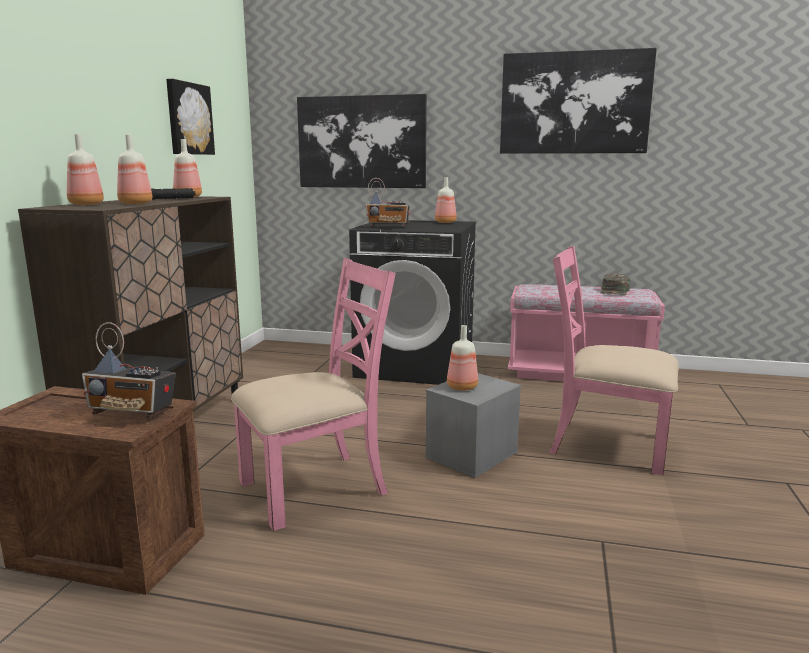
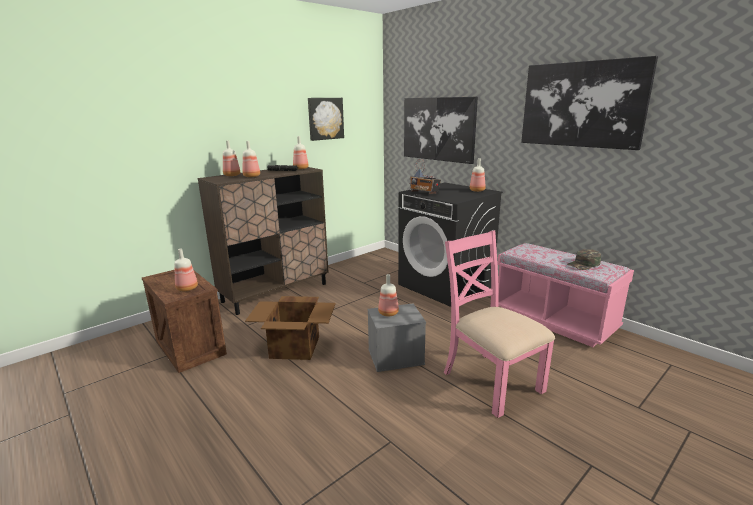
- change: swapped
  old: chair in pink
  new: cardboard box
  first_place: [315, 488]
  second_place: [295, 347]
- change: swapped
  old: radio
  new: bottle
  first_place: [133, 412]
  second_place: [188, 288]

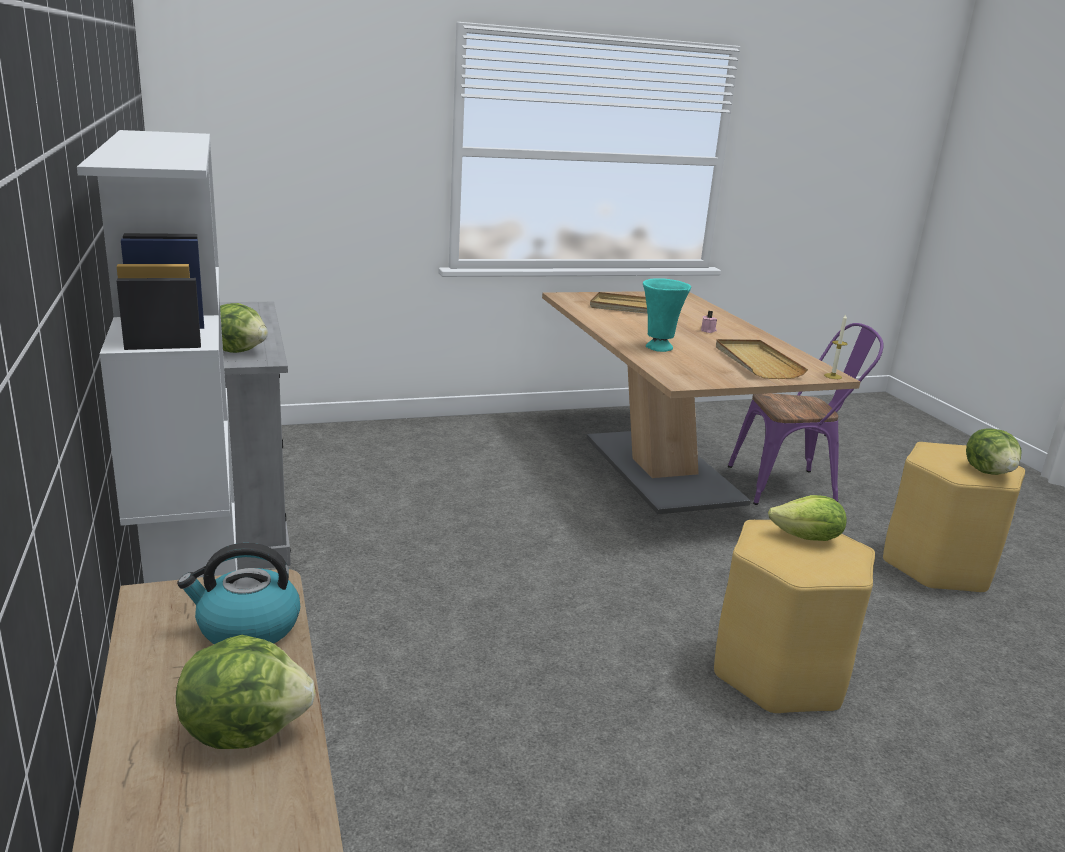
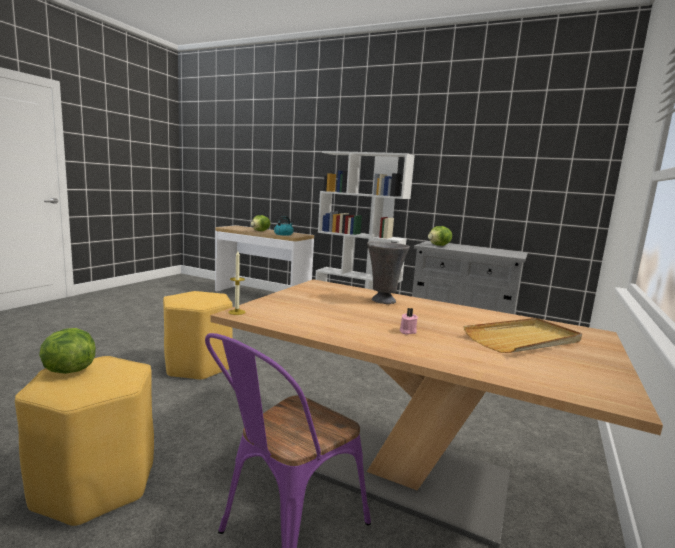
- change: repainted
  old: vase in turquoise
  new: vase in grey
  first_place: [659, 348]
  second_place: [383, 301]
- change: gone
  old: tray in beige
  first_place: [756, 362]
- change: gone
  old: lettuce
  first_place: [807, 539]

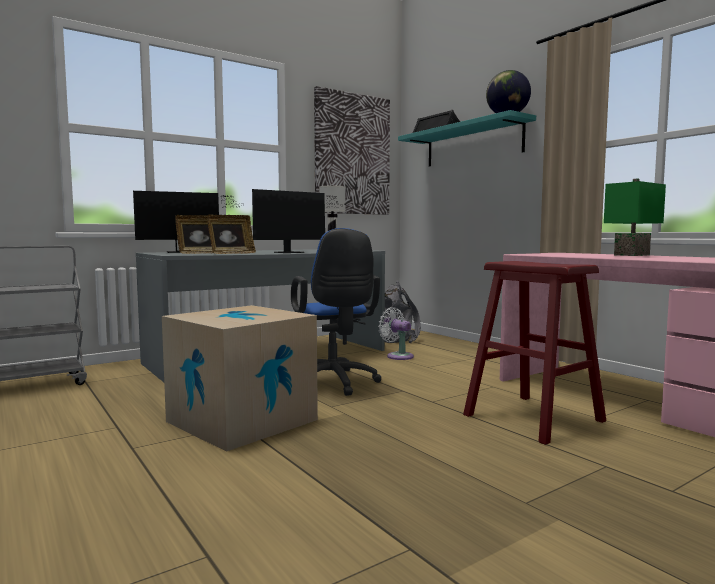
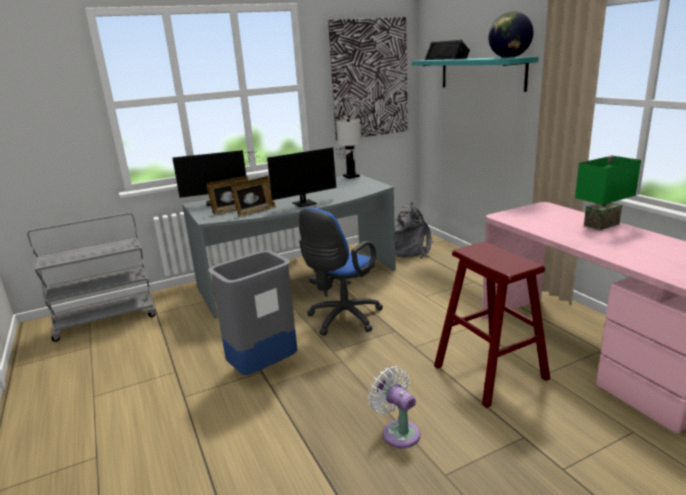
- change: rotated
  old: office chair in blue
  first_place: [334, 383]
  second_place: [342, 319]
  degrees: 45
- change: swapped
  old: cardboard box
  new: trash can in grey
  first_place: [242, 420]
  second_place: [263, 367]
- change: shifted
  old: fan in white
  first_place: [397, 356]
  second_place: [398, 431]

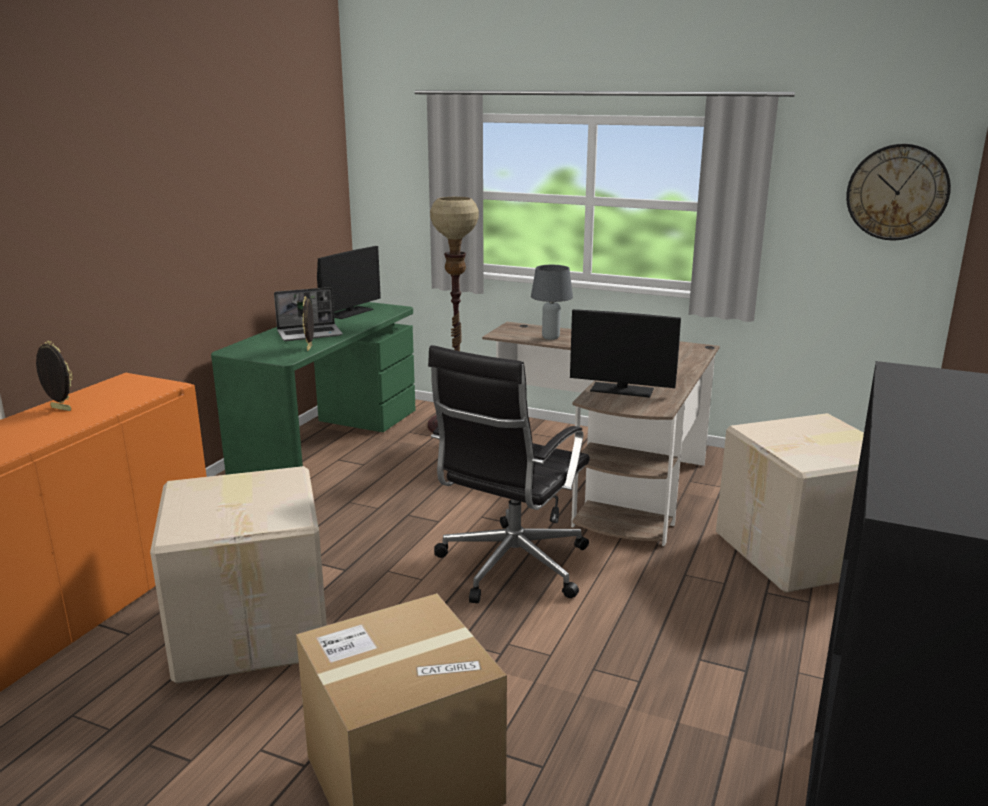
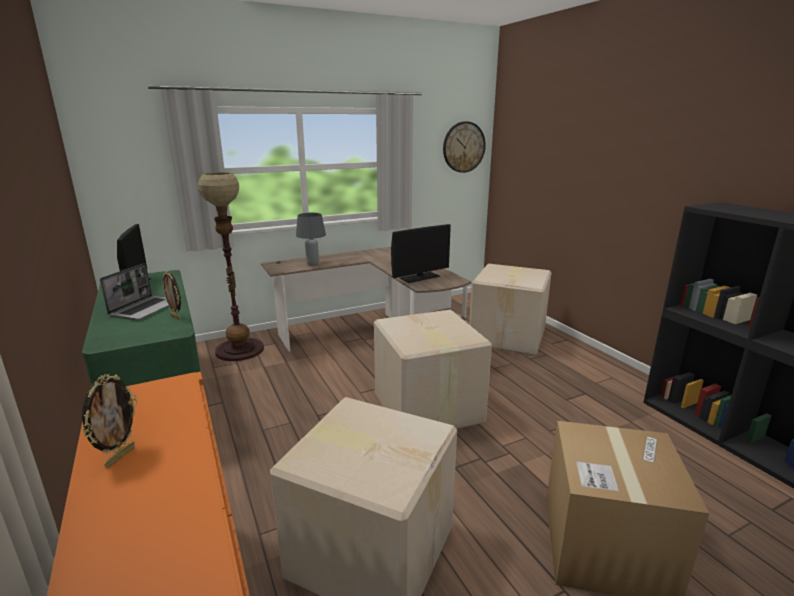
- change: rotated
  old: picture frame
  first_place: [60, 409]
  second_place: [119, 456]
  degrees: 135
- change: swapped
  old: office chair in black
  new: cardboard box
  first_place: [510, 567]
  second_place: [427, 409]

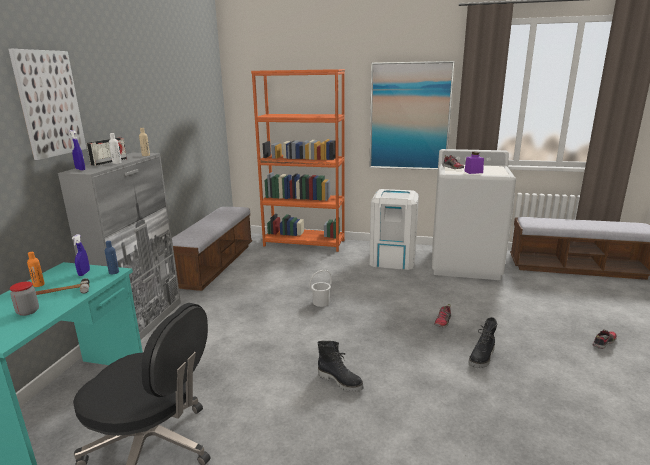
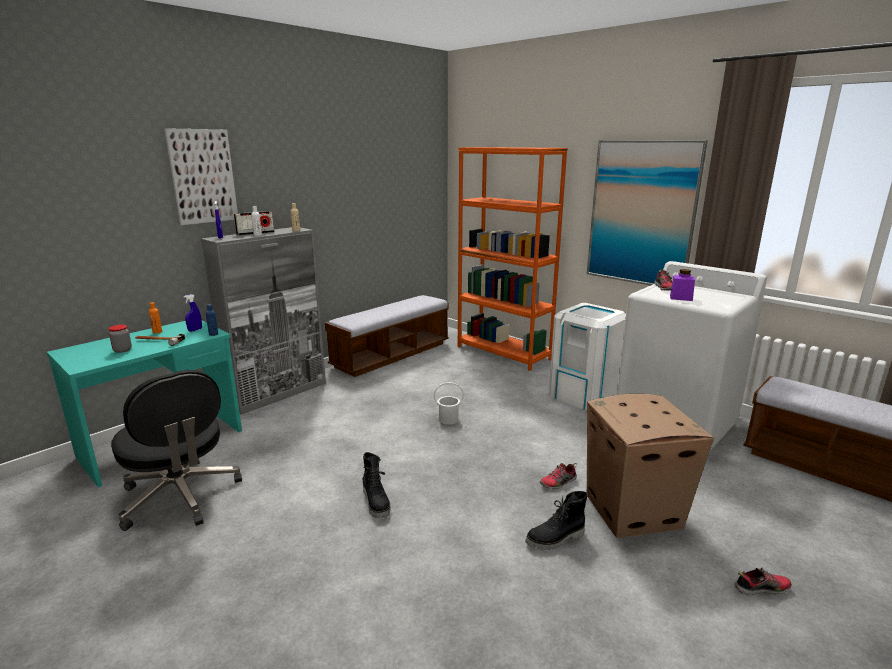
- change: new
  new: cardboard box
  second_place: [633, 511]

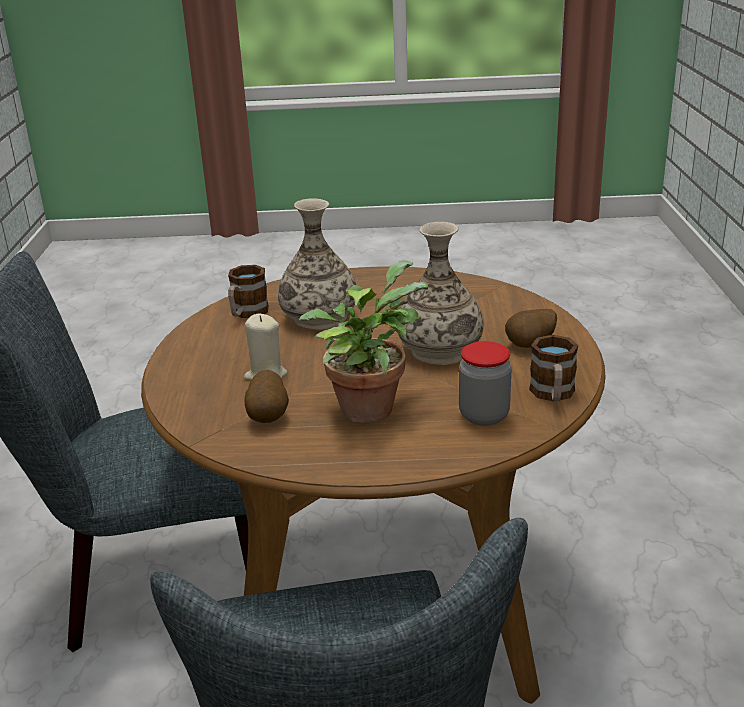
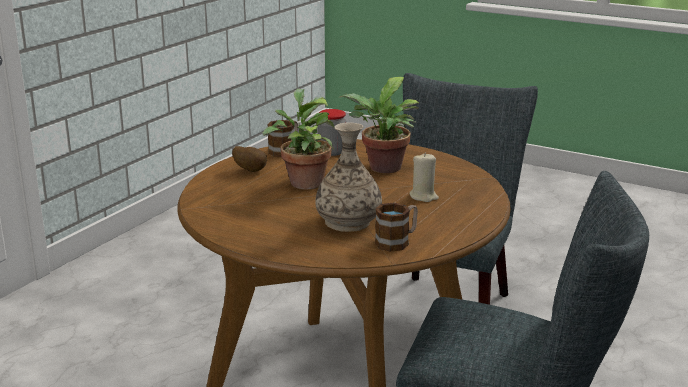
- change: swapped
  old: vase
  new: potted plant
  first_place: [440, 351]
  second_place: [304, 182]
- change: gone
  old: potato
  first_place: [269, 417]

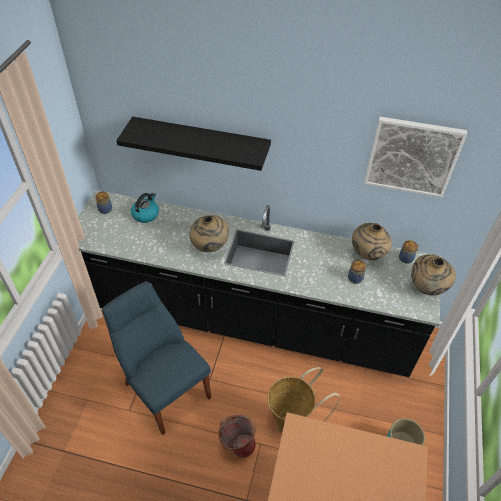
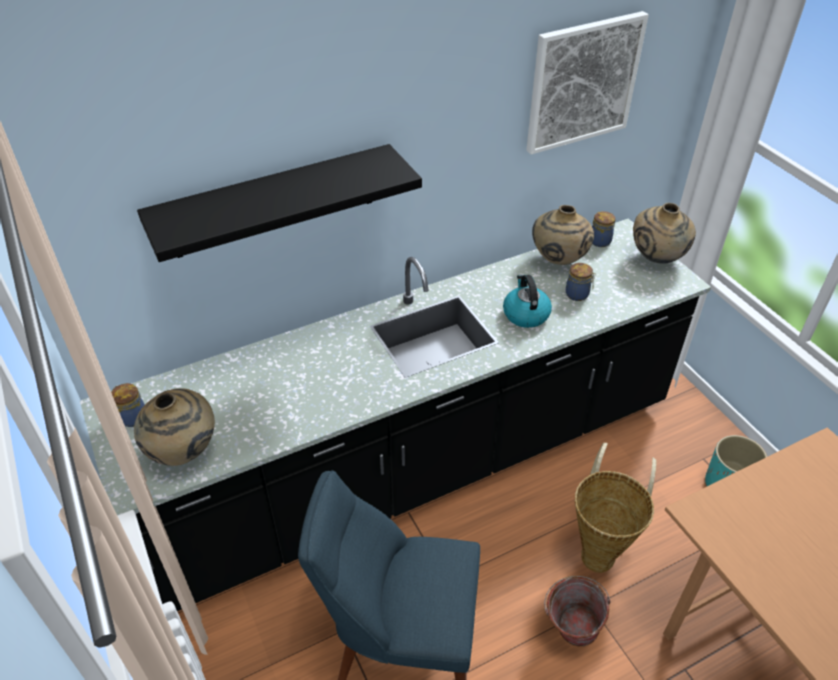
- change: shifted
  old: kettle
  first_place: [146, 214]
  second_place: [525, 314]
- change: shifted
  old: vase in beige
  first_place: [209, 248]
  second_place: [184, 454]

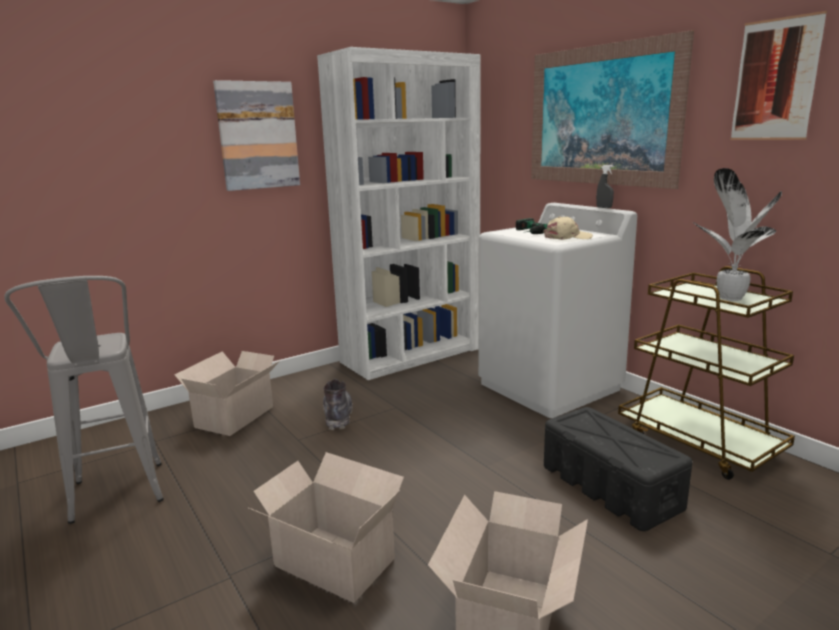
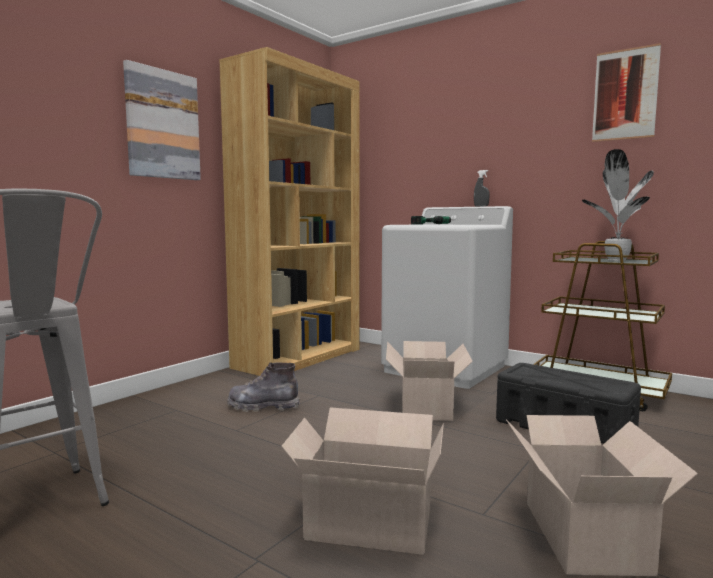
- change: gone
  old: picture
  first_place: [601, 116]
- change: repainted
  old: bookcase in white
  new: bookcase in brown
  first_place: [411, 355]
  second_place: [299, 358]
- change: gone
  old: cap in beige
  first_place: [567, 237]
- change: shifted
  old: cardboard box
  first_place: [237, 416]
  second_place: [426, 406]
- change: rotated
  old: boot in grey
  first_place: [337, 415]
  second_place: [263, 407]
  degrees: -60

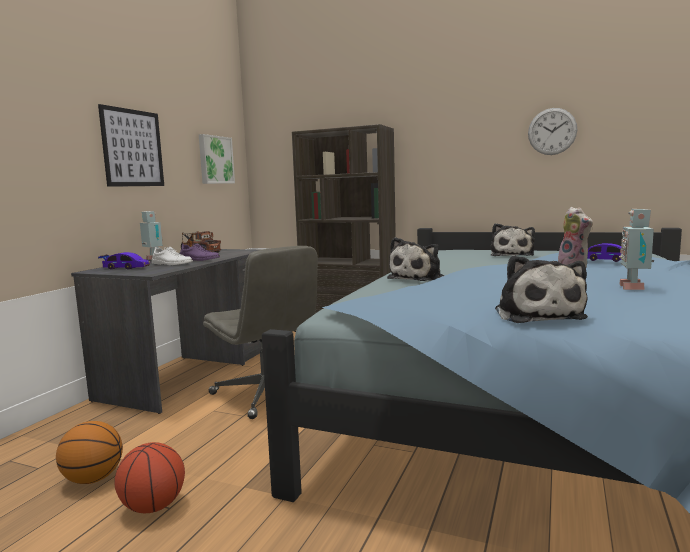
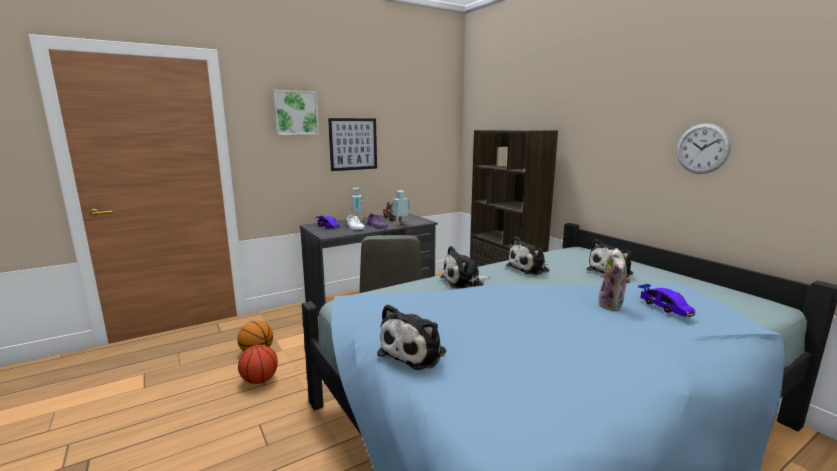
- change: shifted
  old: picture
  first_place: [215, 160]
  second_place: [295, 113]
- change: shifted
  old: toy robot
  first_place: [634, 287]
  second_place: [400, 224]
- change: new
  new: plush toy
  second_place: [529, 268]

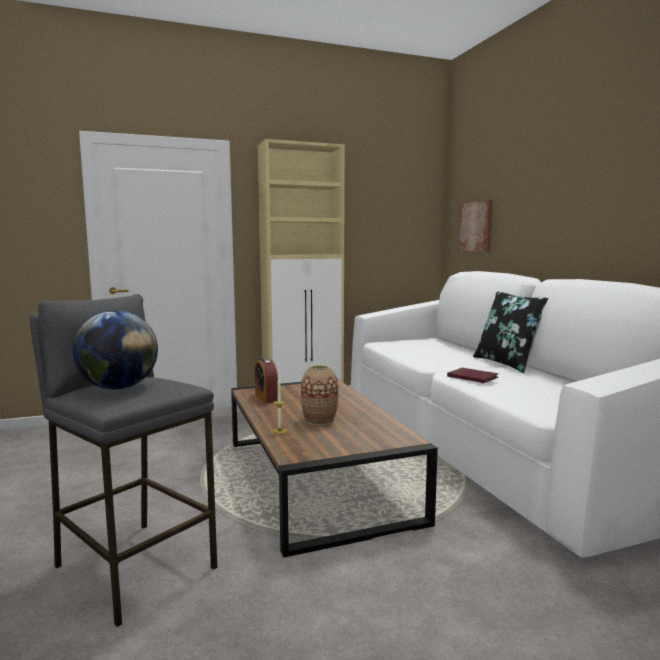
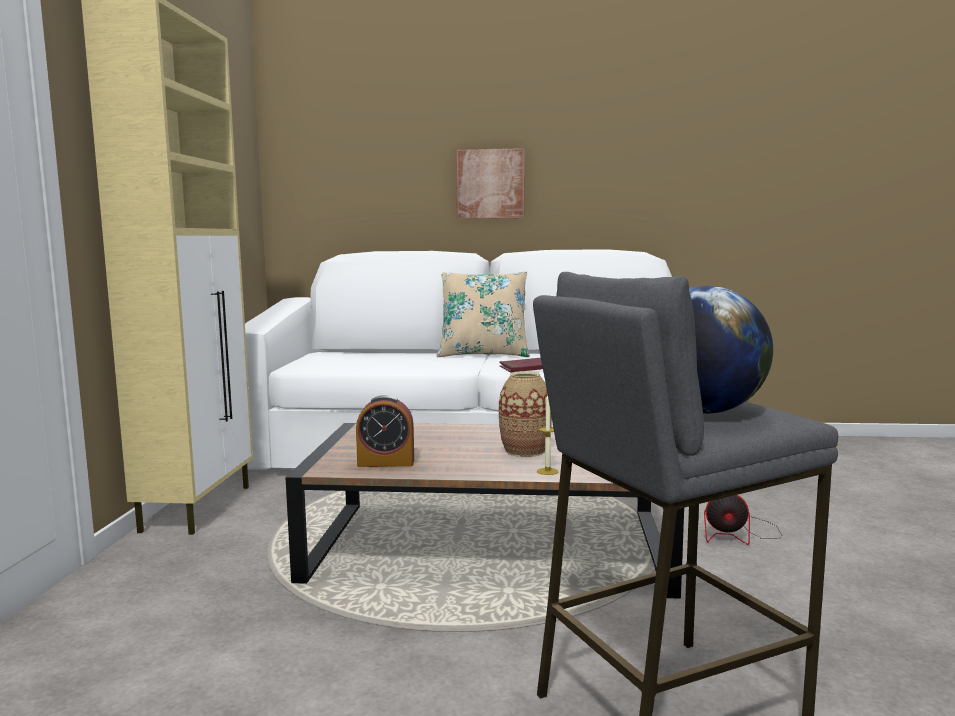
- change: shifted
  old: picture
  first_place: [476, 227]
  second_place: [490, 184]
- change: repainted
  old: pillow in black
  new: pillow in beige
  first_place: [507, 363]
  second_place: [484, 354]
- change: new
  new: fan
  second_place: [738, 534]

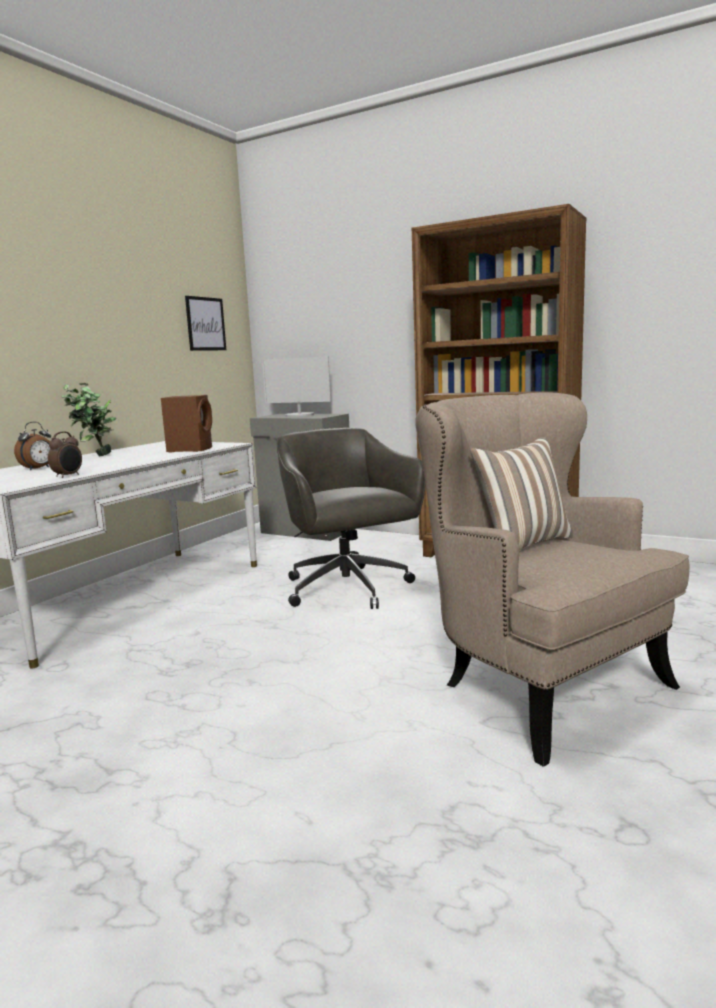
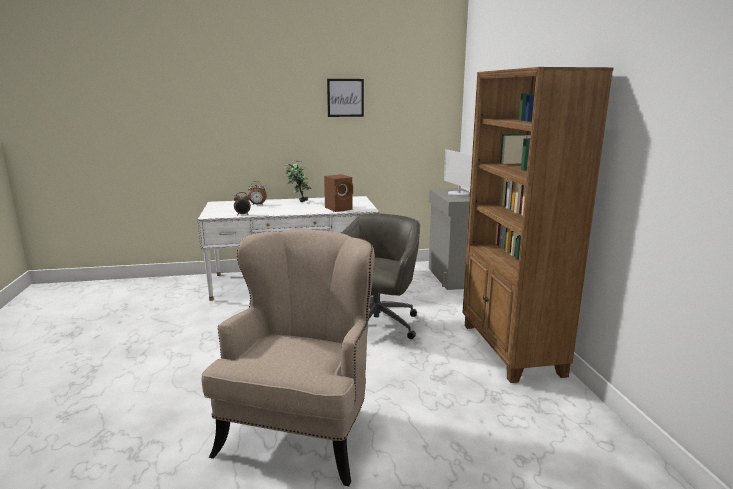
- change: shifted
  old: picture
  first_place: [205, 324]
  second_place: [345, 97]
- change: gone
  old: pillow
  first_place: [522, 544]

